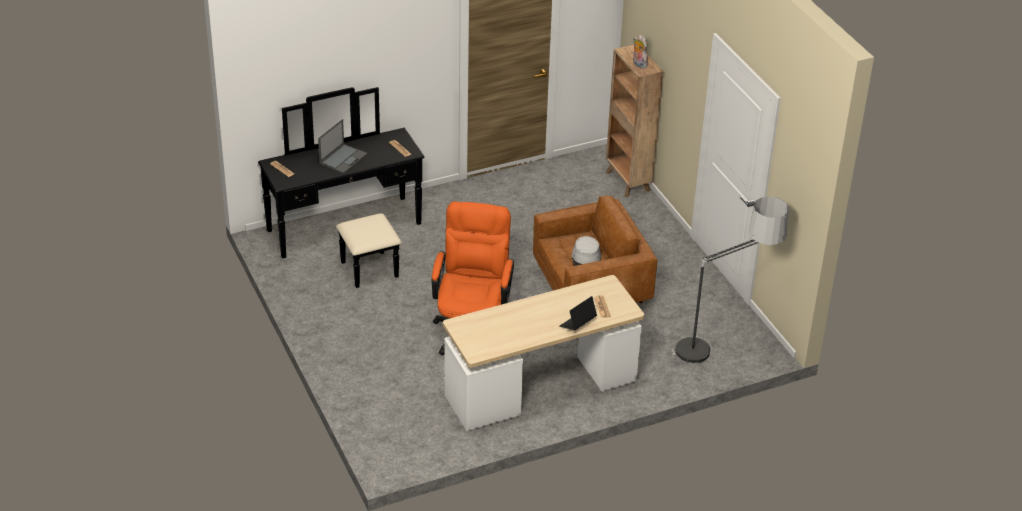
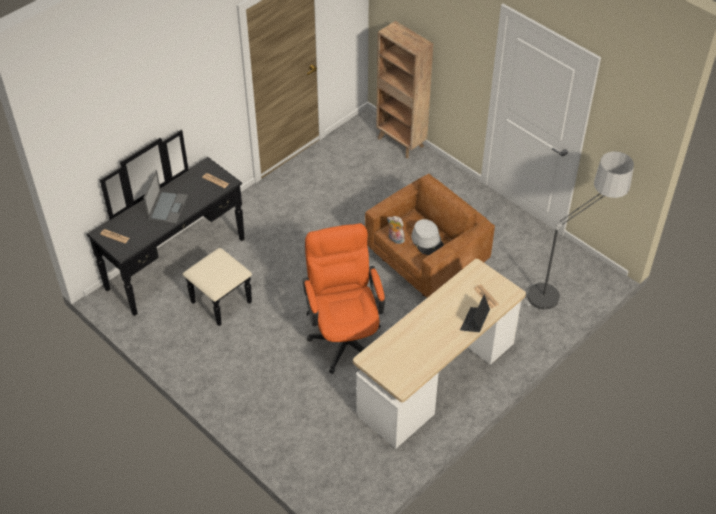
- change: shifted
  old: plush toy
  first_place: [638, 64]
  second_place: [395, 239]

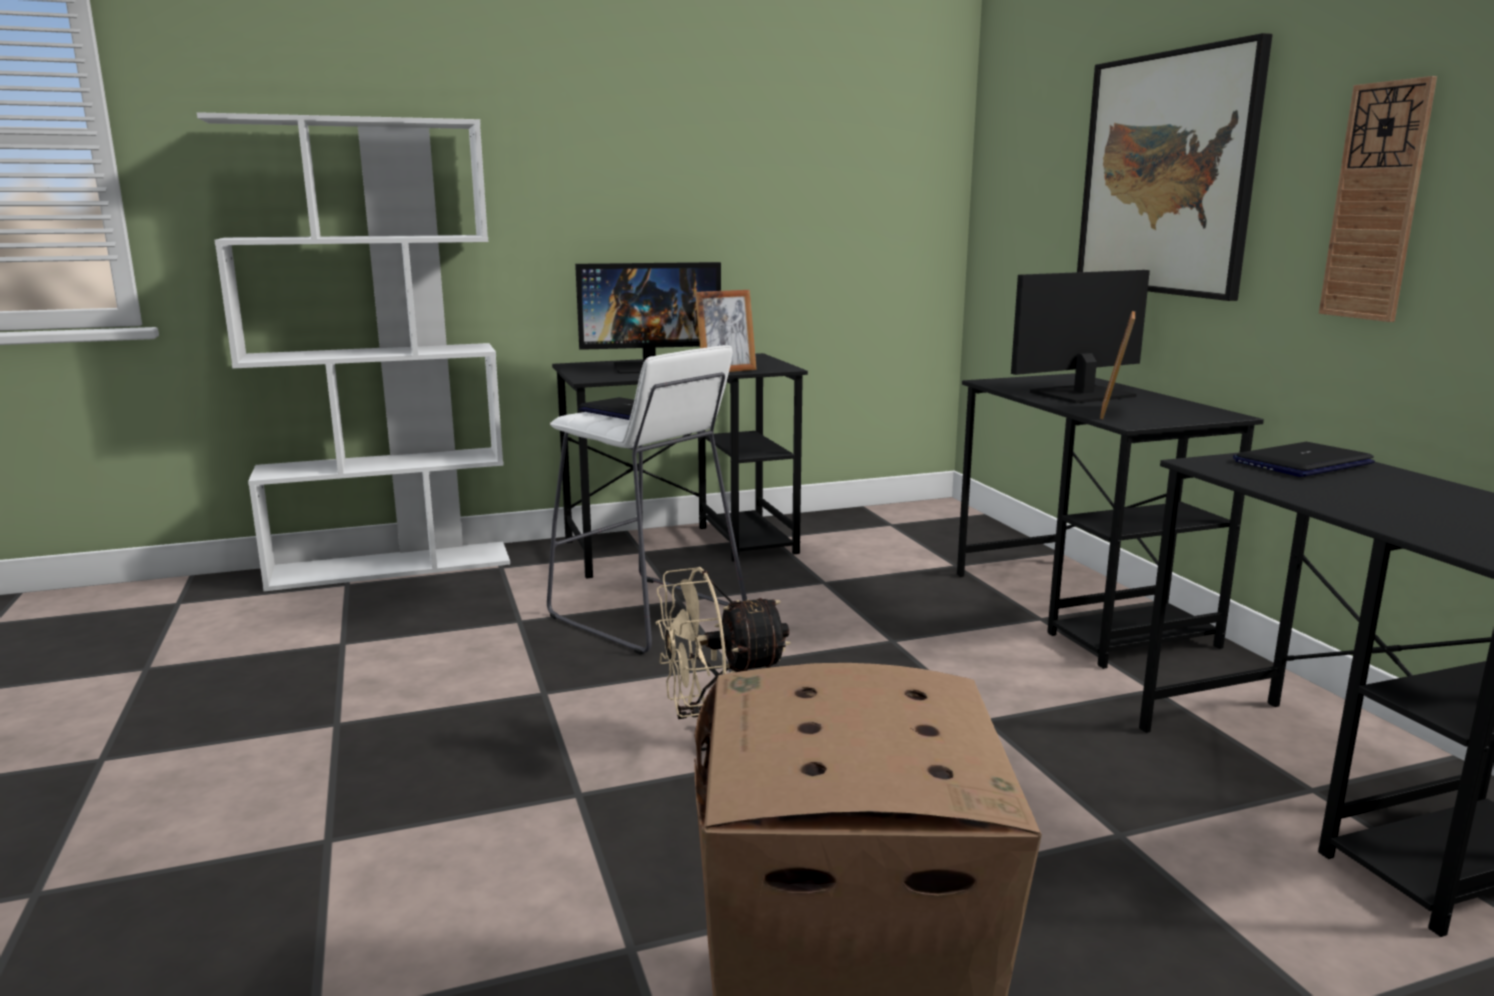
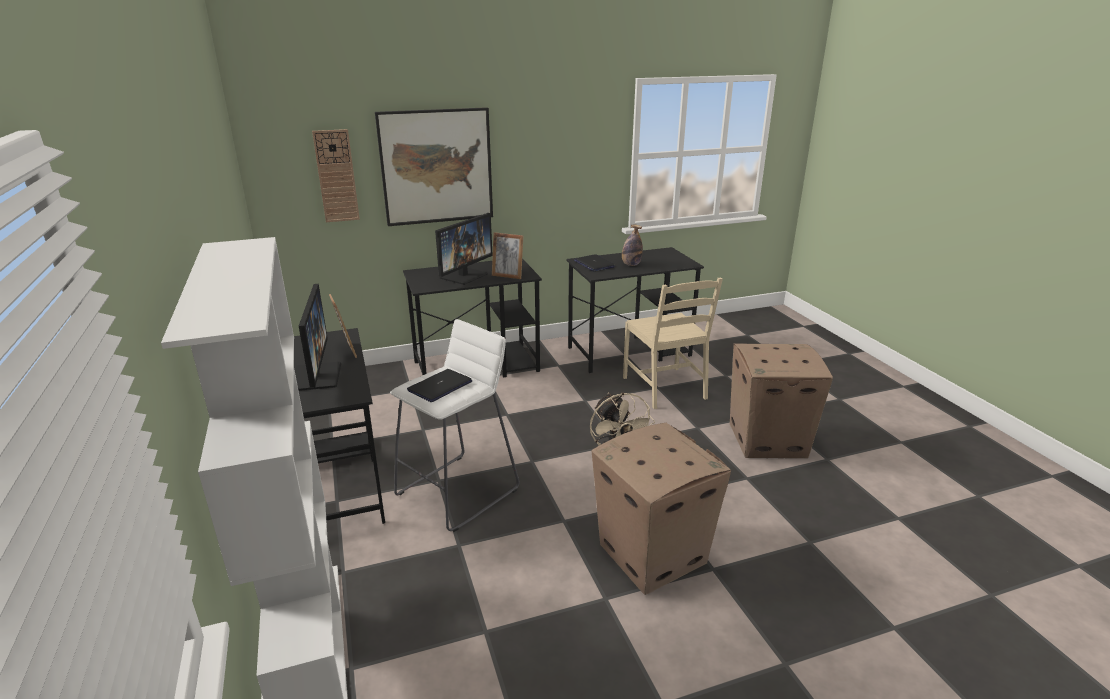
- change: shifted
  old: wall clock
  first_place: [1376, 202]
  second_place: [336, 176]
- change: rotated
  old: monitor
  first_place: [1081, 394]
  second_place: [464, 276]
  degrees: -120
- change: new
  new: bottle
  second_place: [631, 264]
- change: new
  new: chair in beige
  second_place: [665, 388]
- change: new
  new: cardboard box
  second_place: [651, 553]

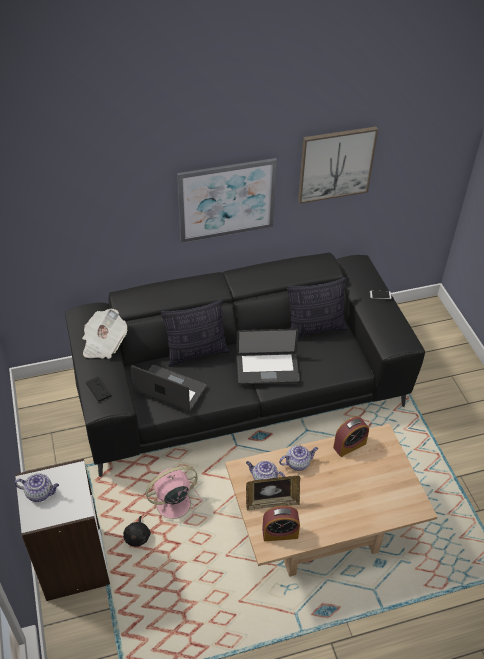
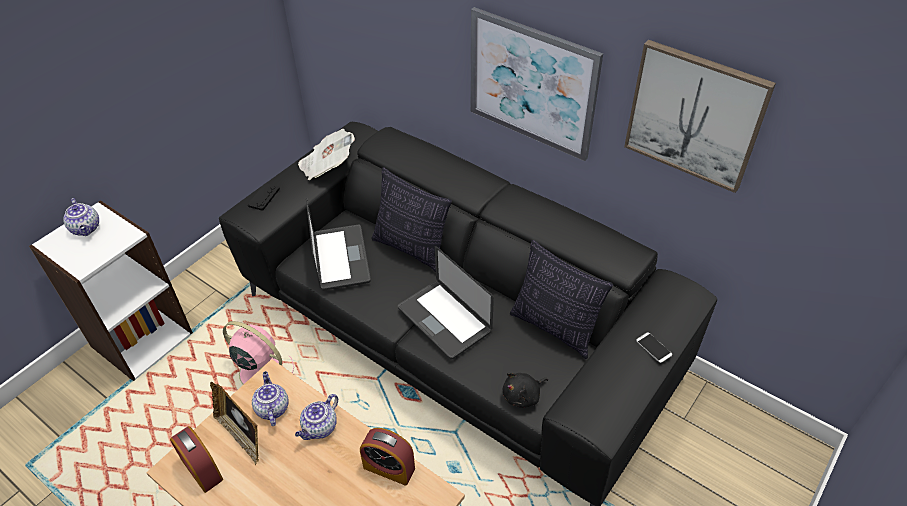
- change: rotated
  old: teapot
  first_place: [298, 463]
  second_place: [320, 428]
  degrees: 90
- change: shifted
  old: plush toy in black
  first_place: [137, 536]
  second_place: [523, 396]

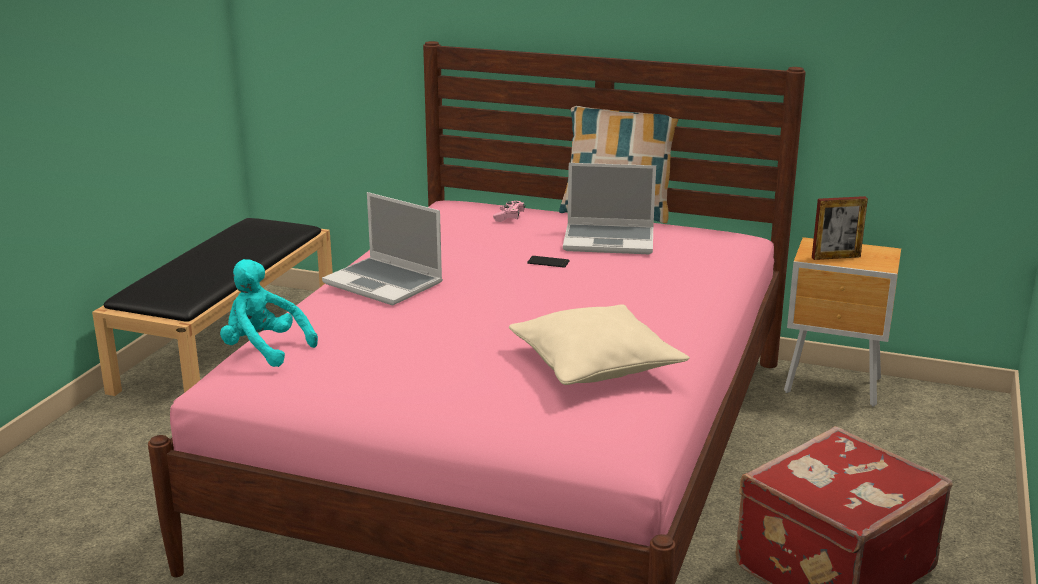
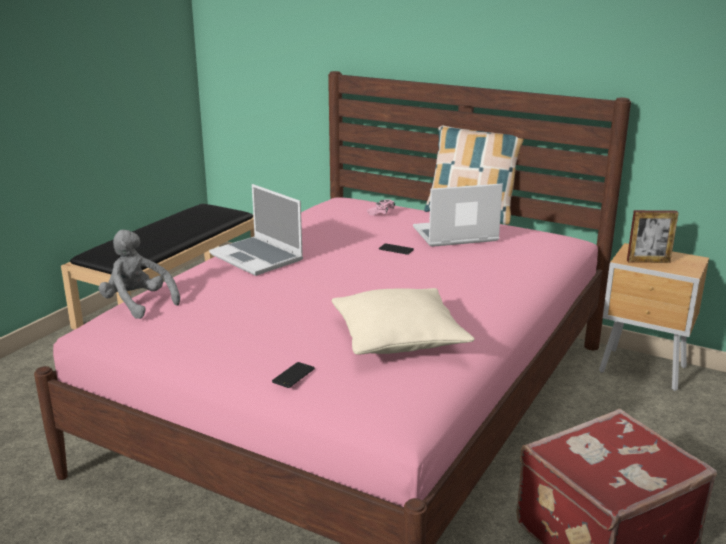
- change: rotated
  old: laptop
  first_place: [610, 241]
  second_place: [454, 235]
  degrees: 150
- change: repainted
  old: plush toy in turquoise
  new: plush toy in grey
  first_place: [264, 350]
  second_place: [138, 304]
- change: new
  new: phone
  second_place: [293, 375]

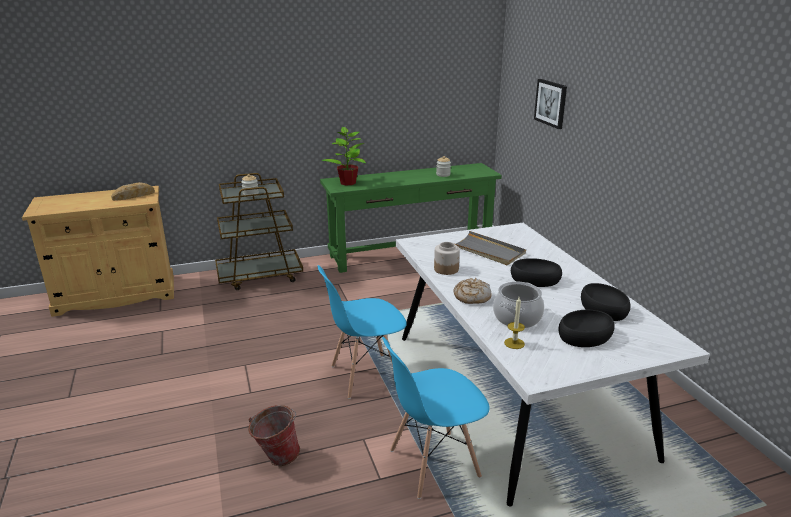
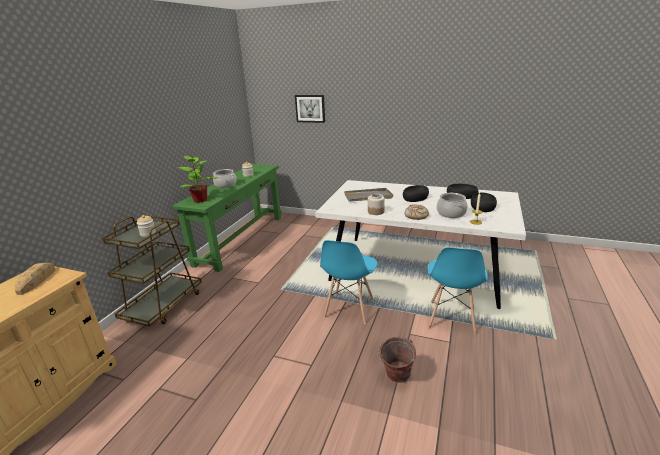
- change: new
  new: cooking pot
  second_place: [225, 185]

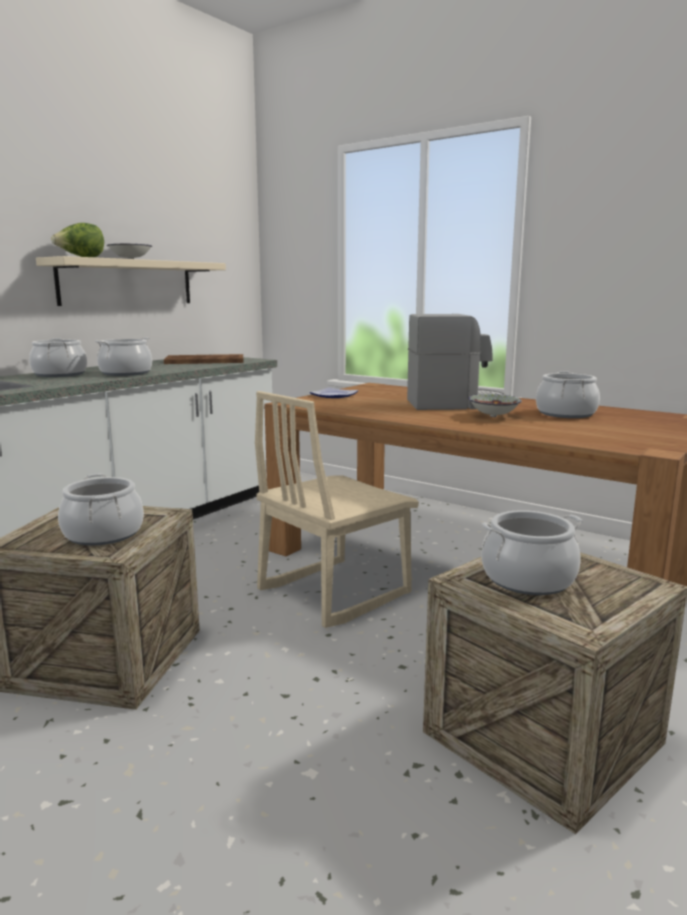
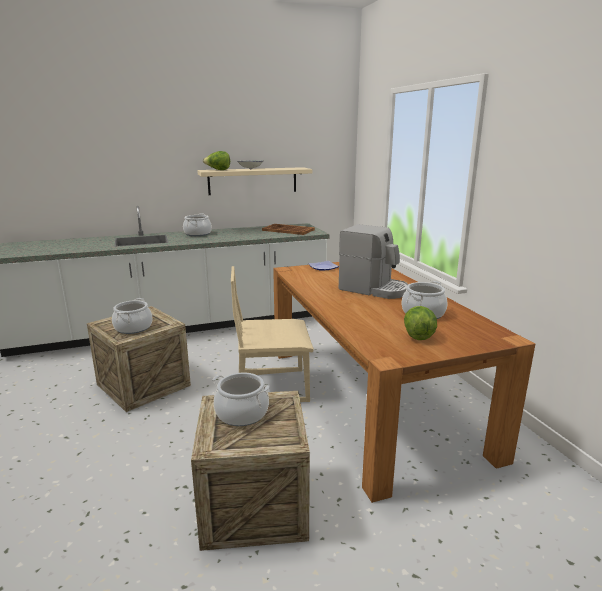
- change: gone
  old: cooking pot
  first_place: [125, 373]
- change: gone
  old: bowl
  first_place: [492, 416]
- change: new
  new: lettuce
  second_place: [418, 335]

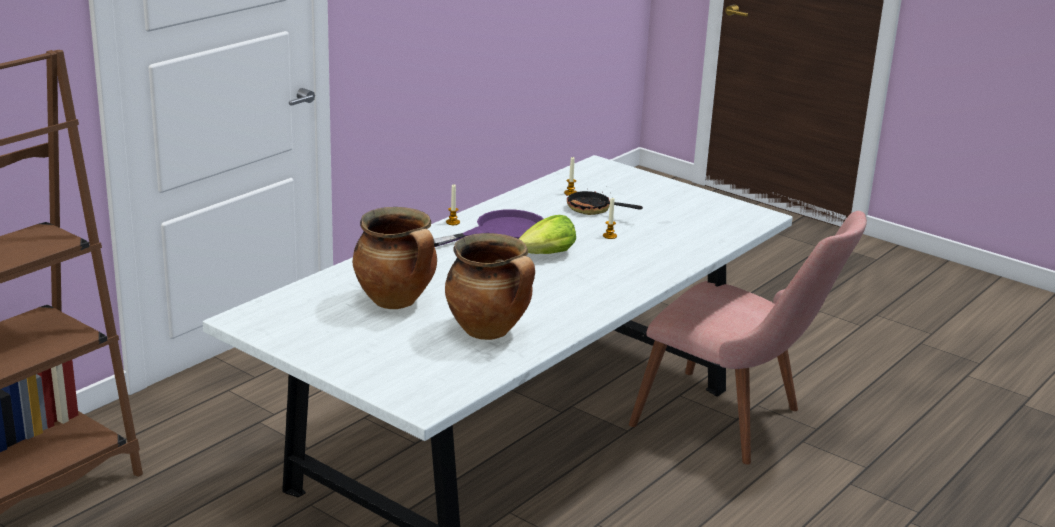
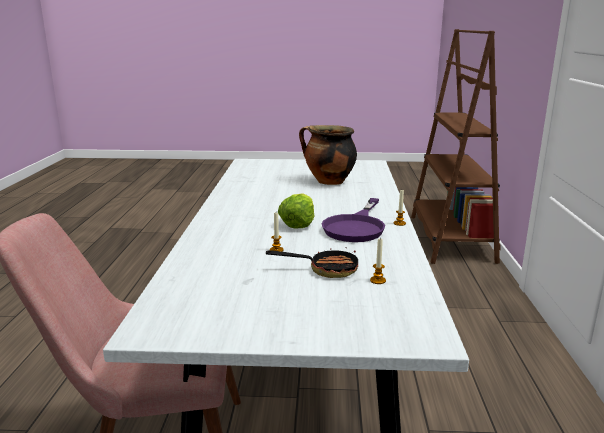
- change: gone
  old: cooking pot
  first_place: [489, 331]

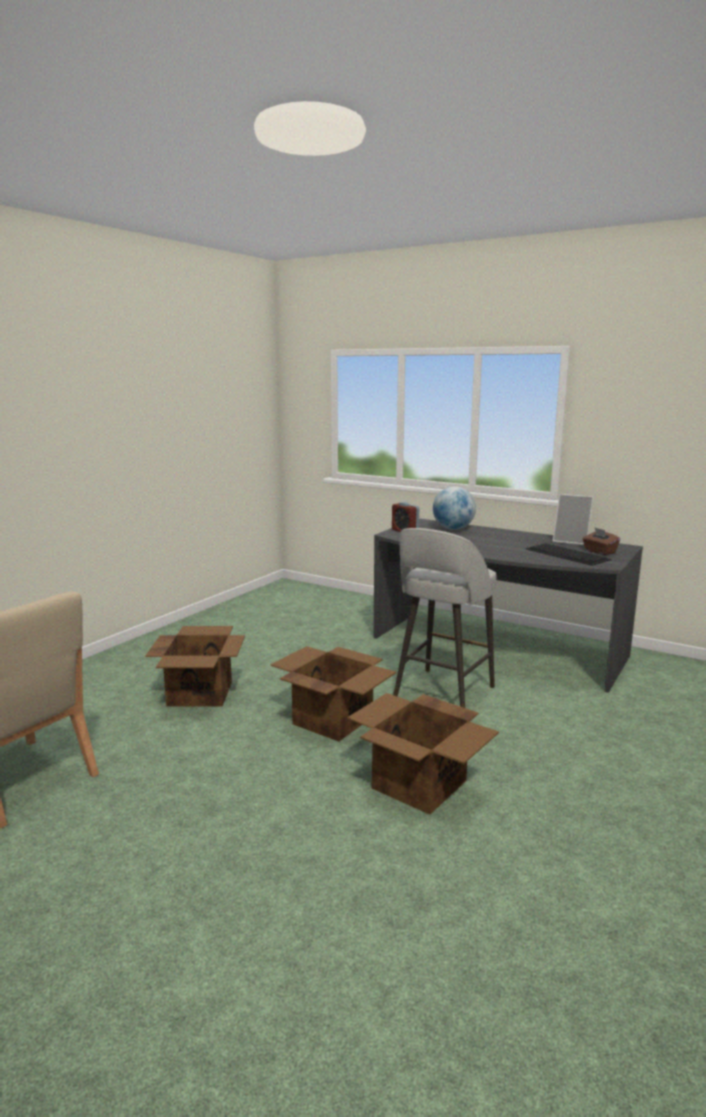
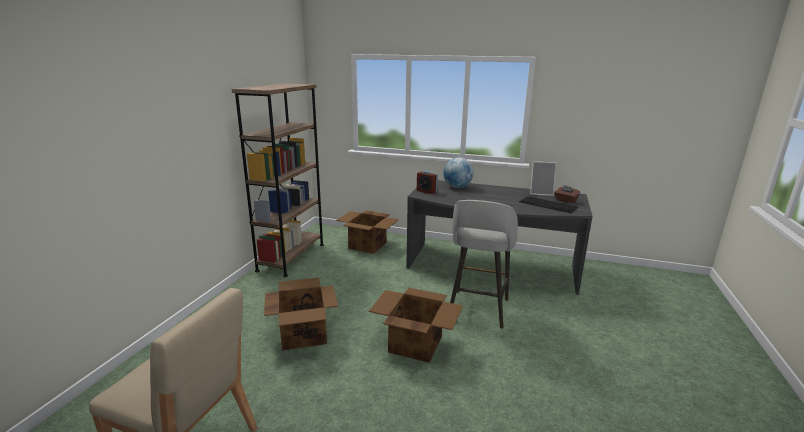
- change: shifted
  old: cardboard box
  first_place: [420, 785]
  second_place: [368, 245]
- change: new
  new: bookcase in brown
  second_place: [291, 257]

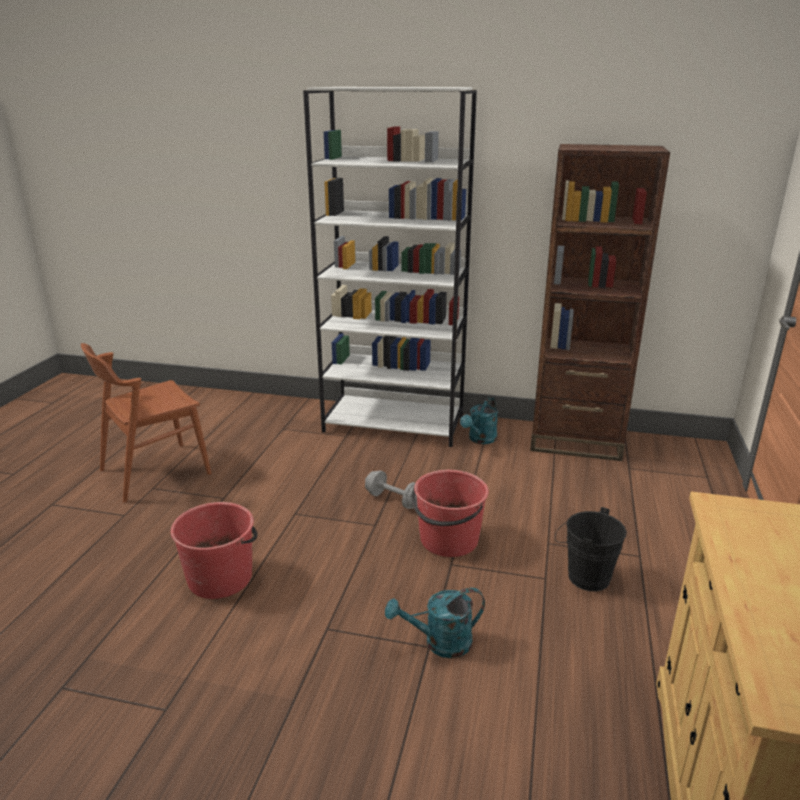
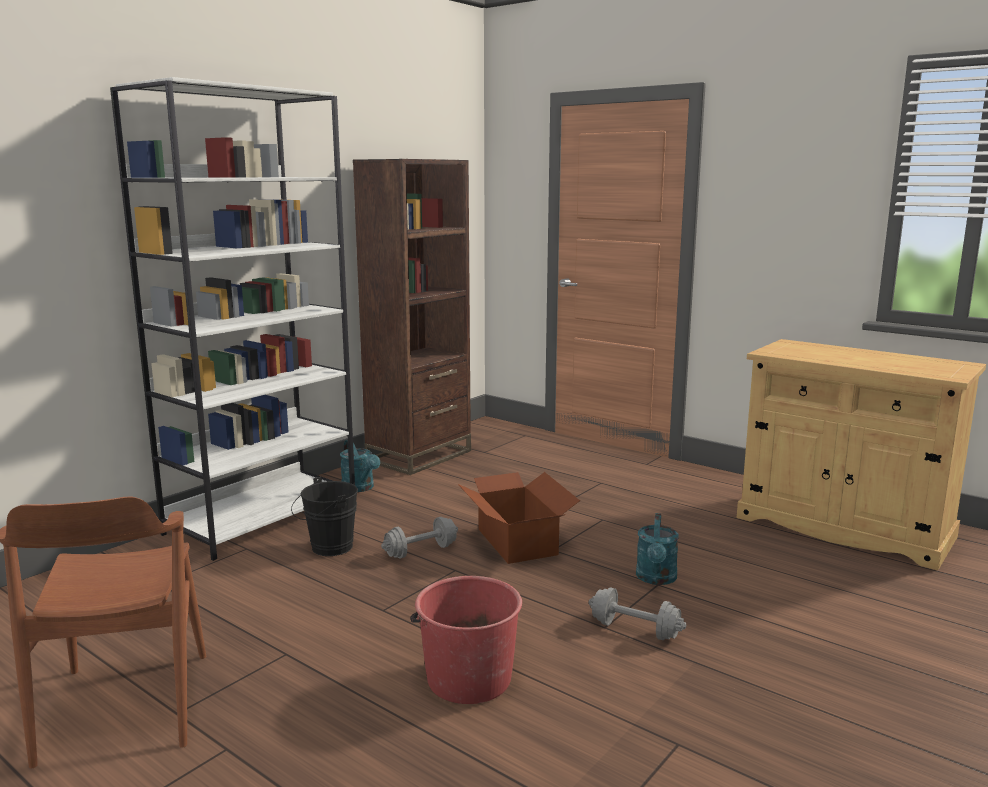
- change: swapped
  old: bucket in red
  new: cardboard box
  first_place: [448, 540]
  second_place: [516, 542]
- change: shifted
  old: bucket in black
  first_place: [584, 576]
  second_place: [327, 548]
- change: new
  new: dumbbell in grey
  second_place: [635, 630]

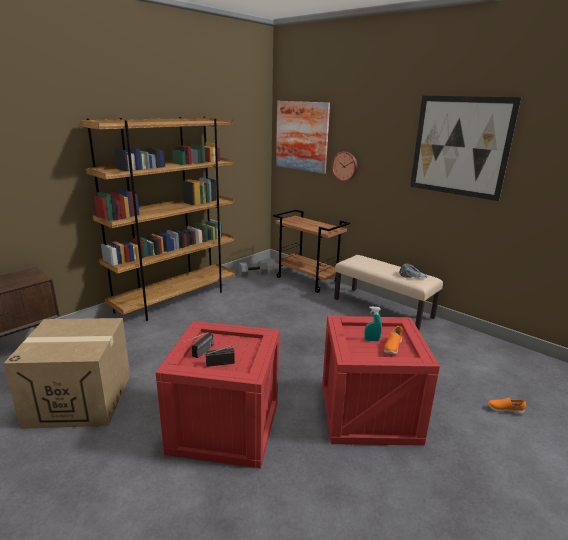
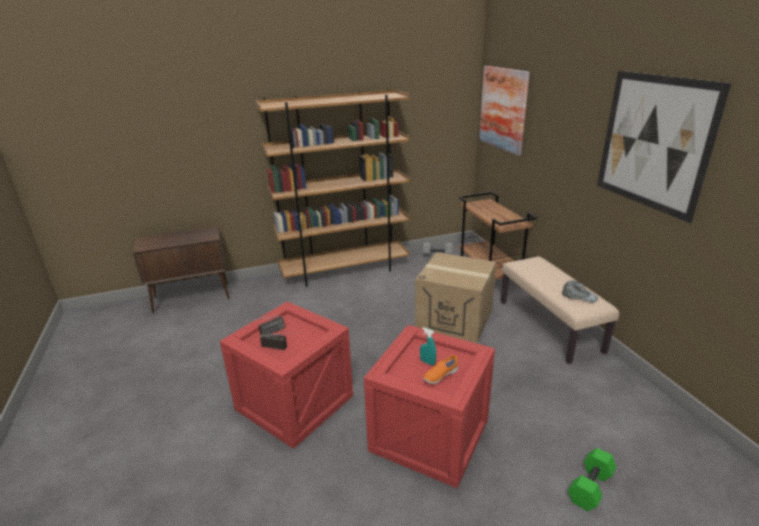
- change: gone
  old: wall clock
  first_place: [345, 166]
- change: shifted
  old: cardboard box
  first_place: [80, 399]
  second_place: [454, 318]
- change: swapped
  old: shoe in orange
  new: dumbbell in green
  first_place: [504, 410]
  second_place: [591, 488]

